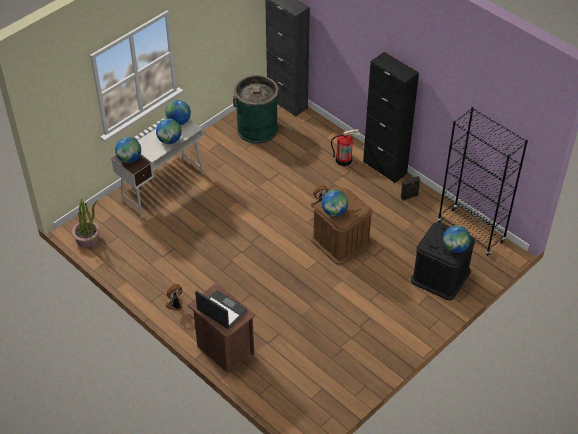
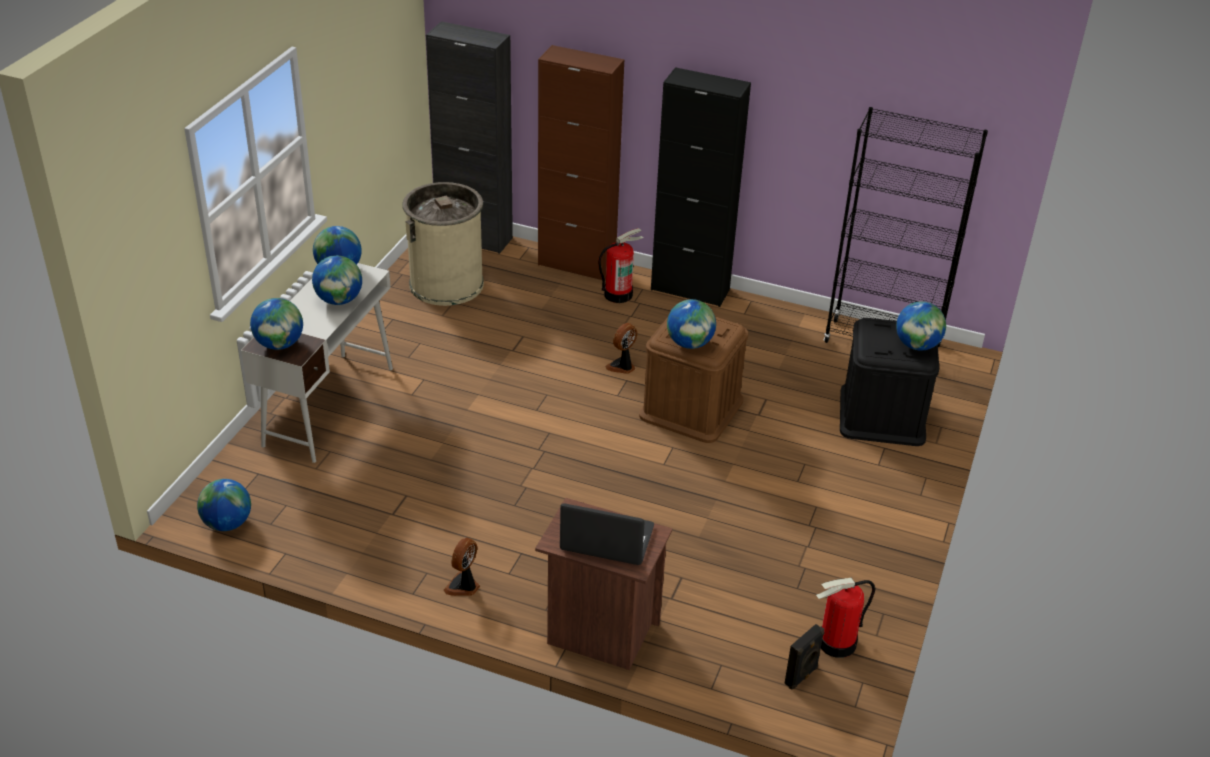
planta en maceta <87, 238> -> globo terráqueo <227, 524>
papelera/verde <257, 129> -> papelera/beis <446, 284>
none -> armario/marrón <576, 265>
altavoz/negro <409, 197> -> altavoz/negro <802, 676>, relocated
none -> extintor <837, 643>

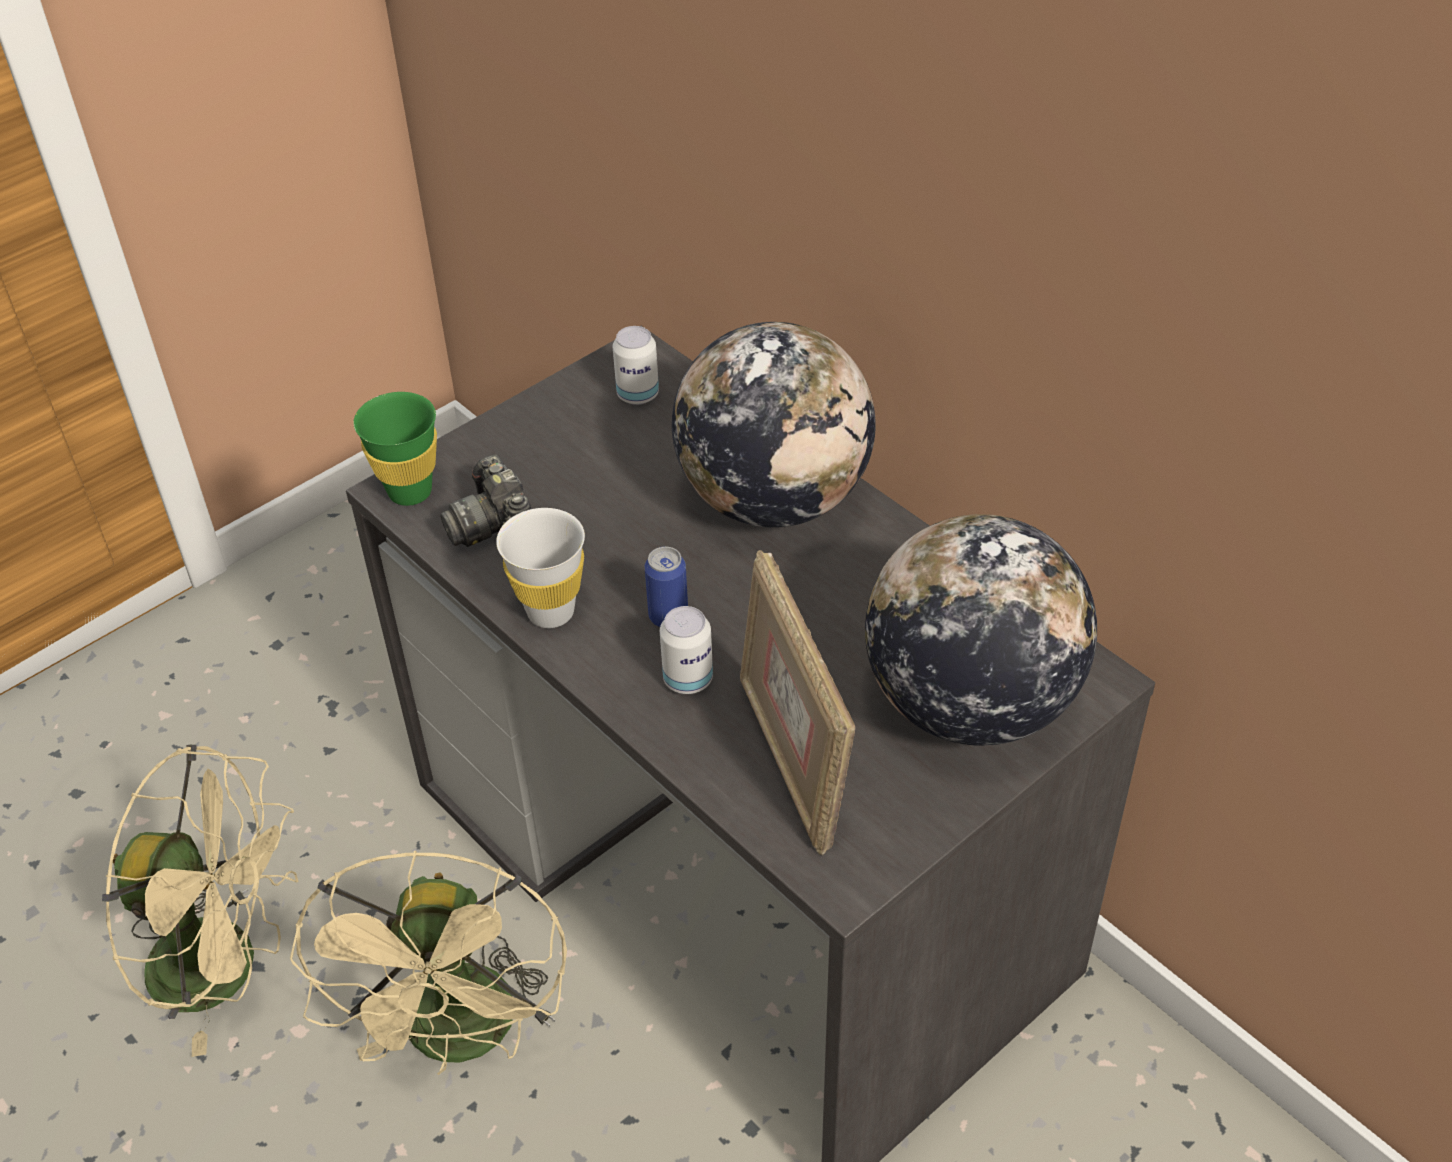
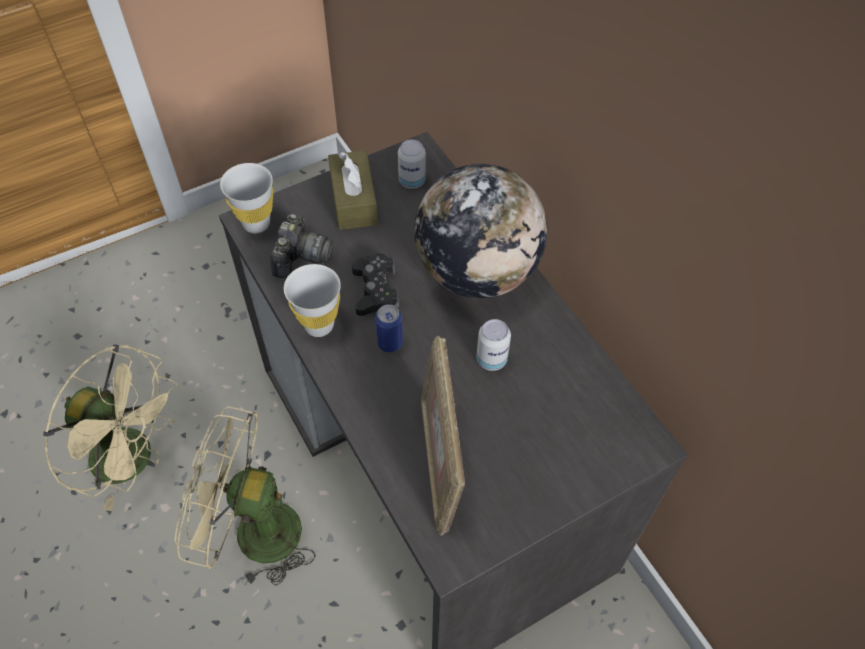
ventilador/beis <463, 1039> -> ventilador/beis <253, 532>, 90 degrees clockwise
taza/verde <410, 491> -> taza/blanco <256, 223>
cámara <494, 525> -> cámara <300, 257>, 150 degrees counterclockwise
none -> caja de pañuelos/marrón <353, 200>
none -> mando de consola/negro <375, 290>
lata <688, 679> -> lata <491, 359>, relocated
globo terráqueo <970, 704> -> none

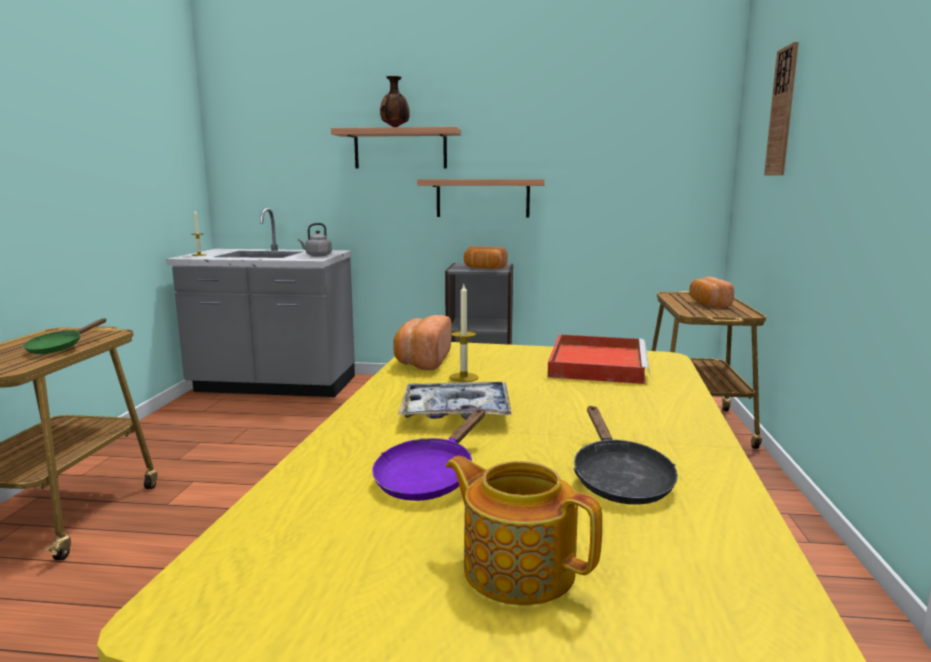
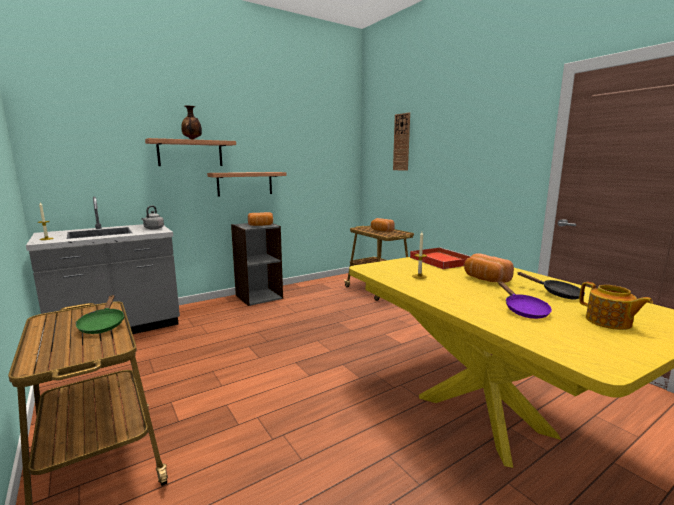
pan <422, 361> -> pan <484, 279>, relocated
tetera <517, 568> -> tetera <609, 322>, 120 degrees counterclockwise
bandeja <456, 412> -> none

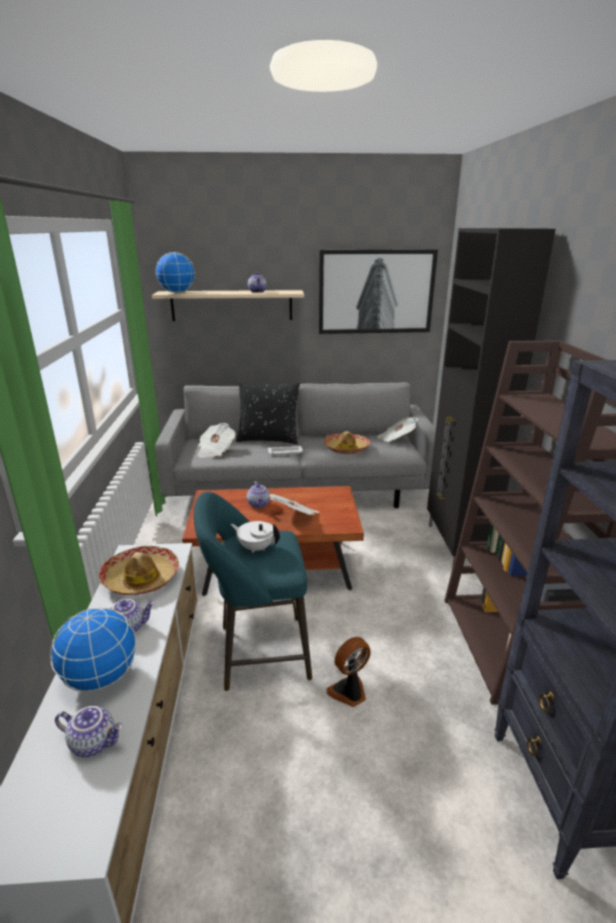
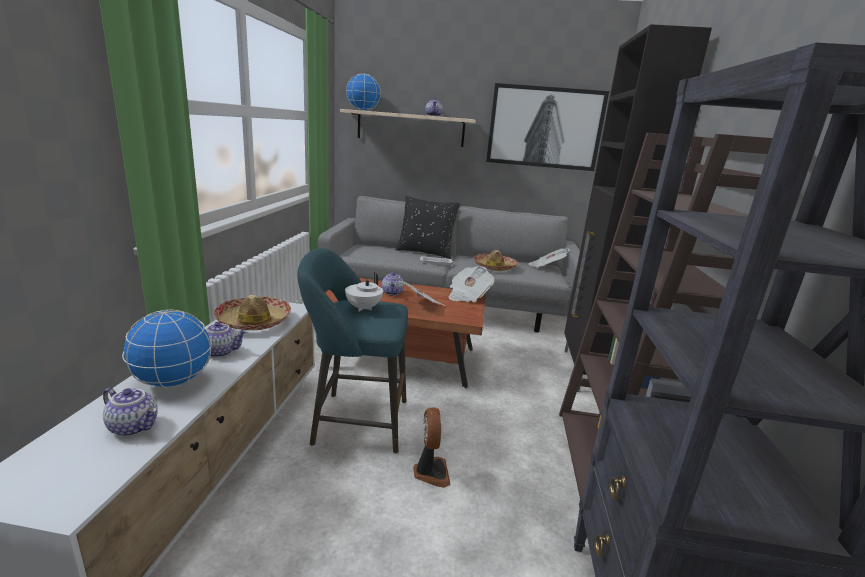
tetera/blanco <256, 547> -> tetera/blanco <363, 308>, 105 degrees counterclockwise
ventilador <349, 692> -> ventilador <430, 472>, 105 degrees clockwise
periódico <215, 450> -> periódico <468, 296>, relocated

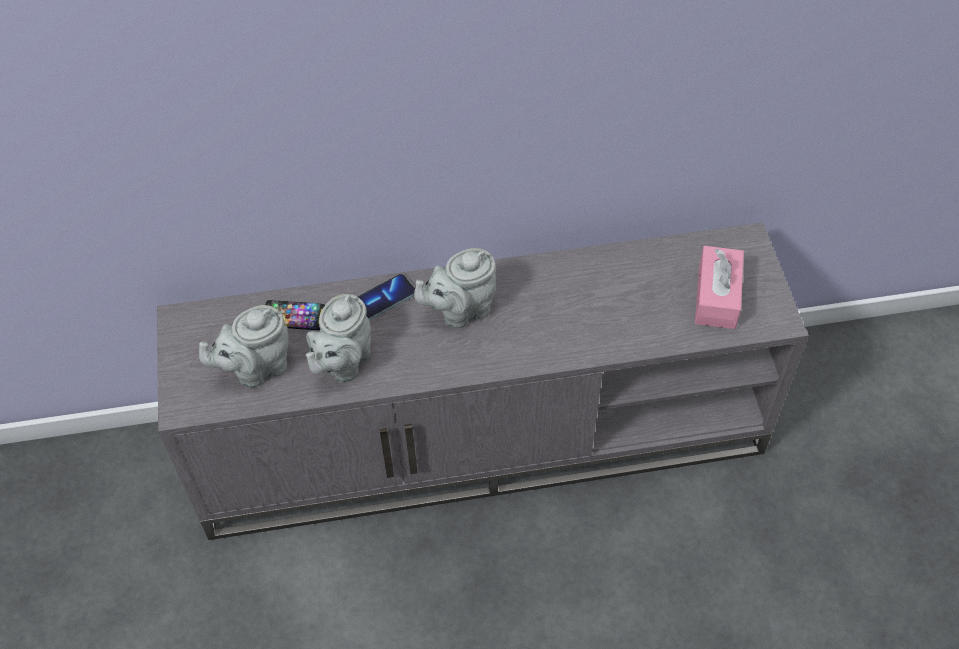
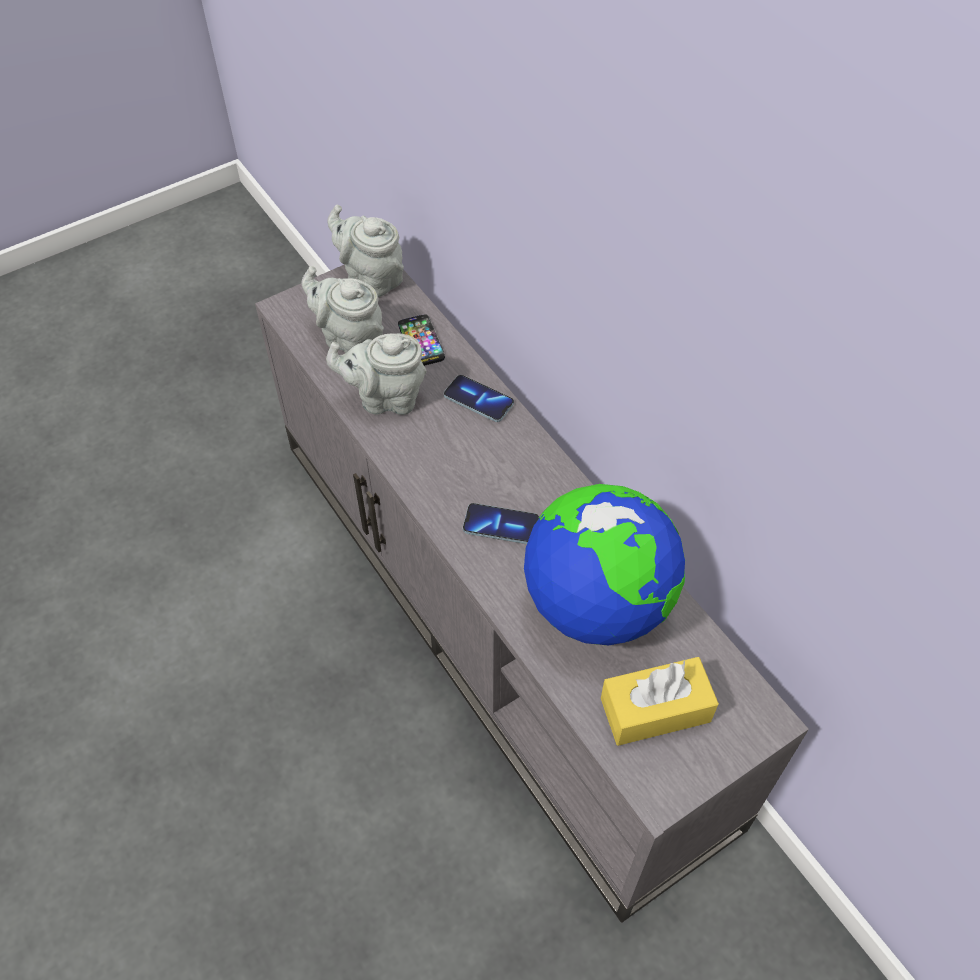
tetera/gris <460, 310> -> tetera/gris <371, 278>, relocated
none -> móvil <501, 525>
none -> globo terráqueo <597, 603>
caja de pañuelos/rosa <716, 296> -> caja de pañuelos/amarillo <655, 710>

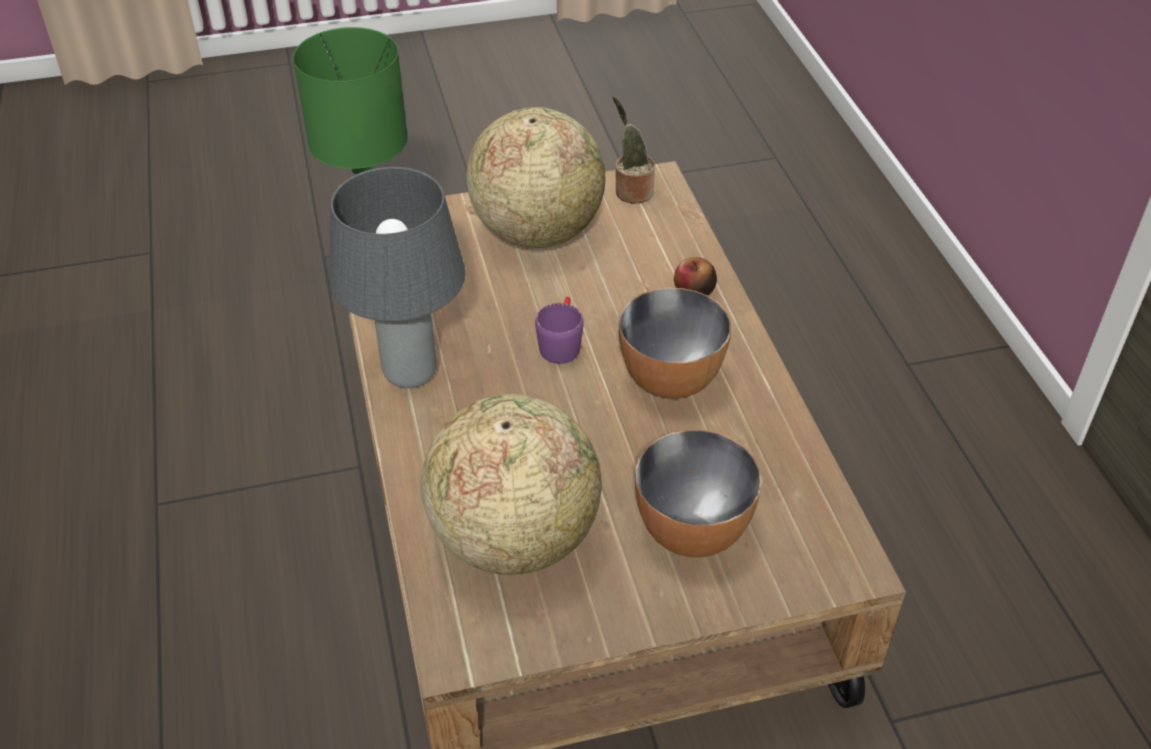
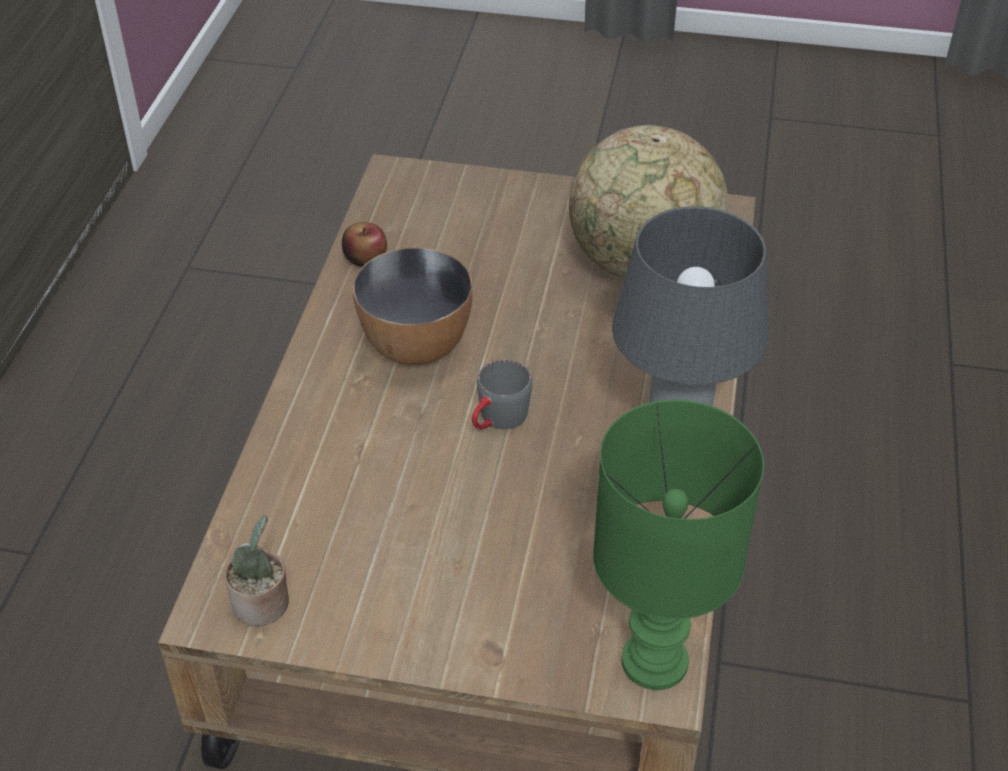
manzana <694, 291> -> manzana <365, 258>, relocated
taza grande/morado <561, 342> -> taza grande/gris <497, 420>
globo terráqueo <537, 232> -> none
cuenco <692, 532> -> none

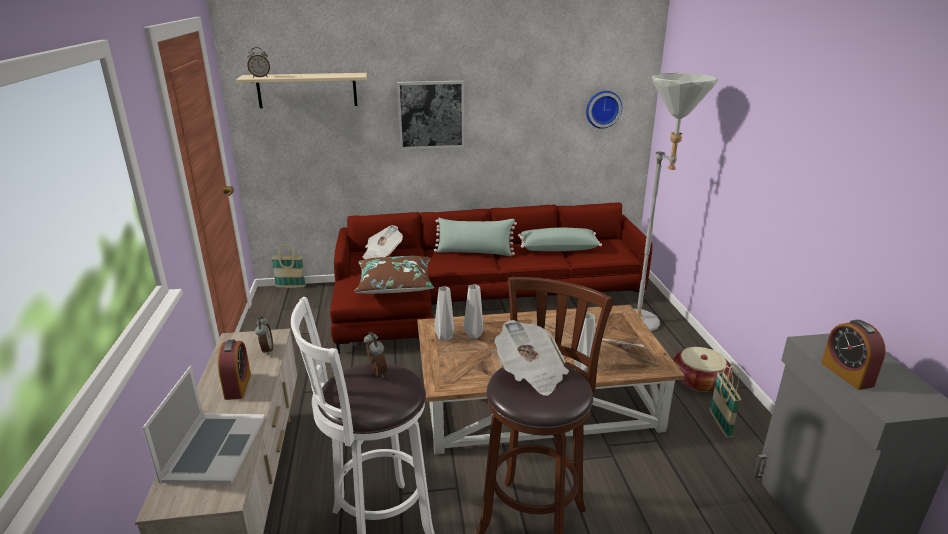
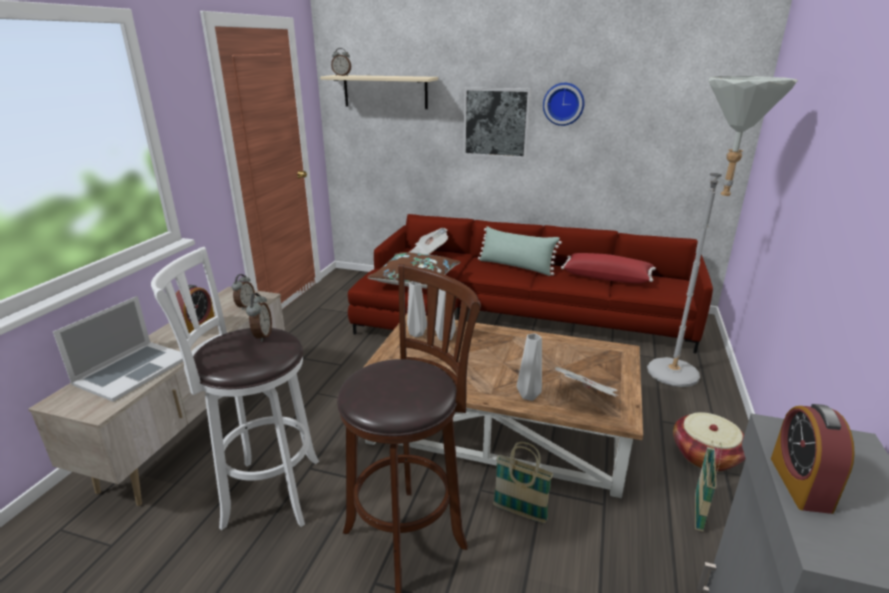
cesta <290, 286> -> cesta <520, 512>, relocated
reloj de pared <602, 109> -> reloj de pared <563, 104>, relocated
cojín/verde <558, 248> -> cojín/rojo <606, 277>
periódico <531, 373> -> none

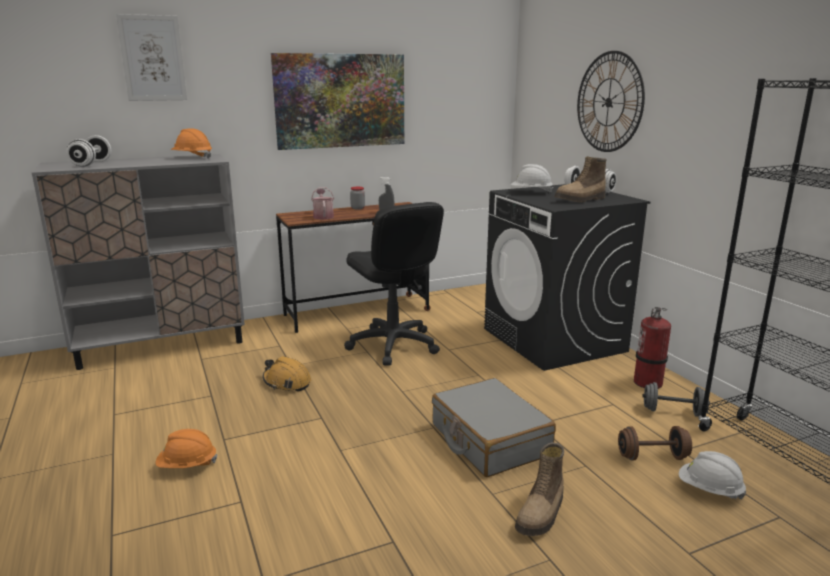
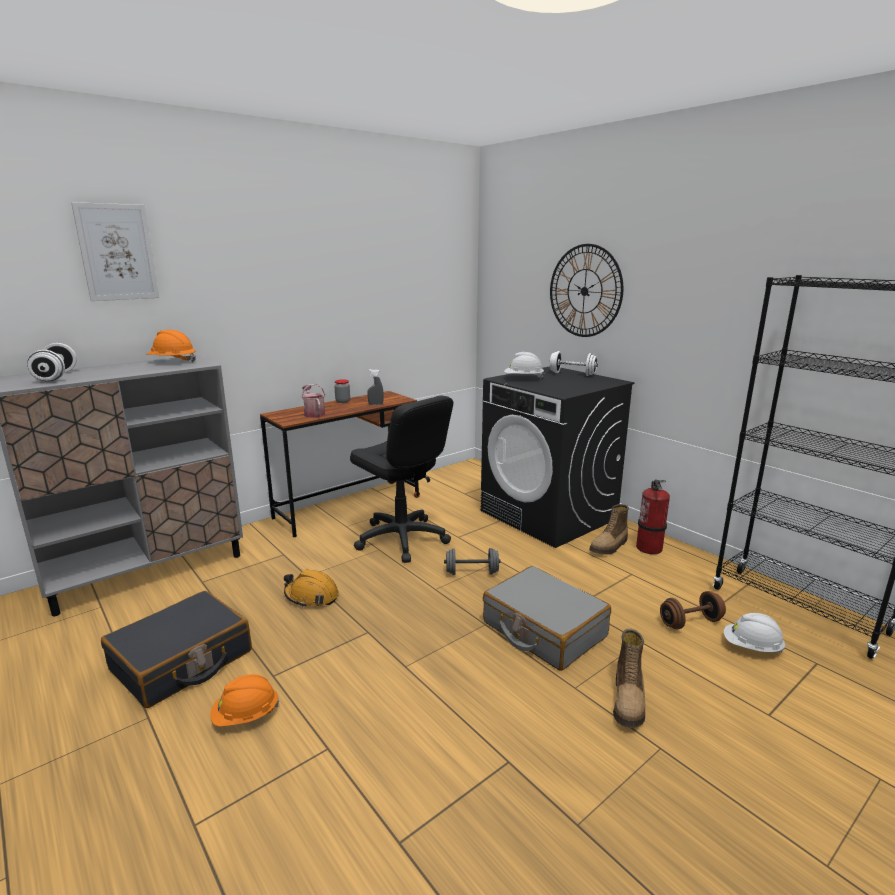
none -> maleta/negro <182, 661>
mancuerna/gris <673, 412> -> mancuerna/gris <472, 572>, relocated
bota <580, 200> -> bota <609, 546>, relocated
cuadro <340, 101> -> none

